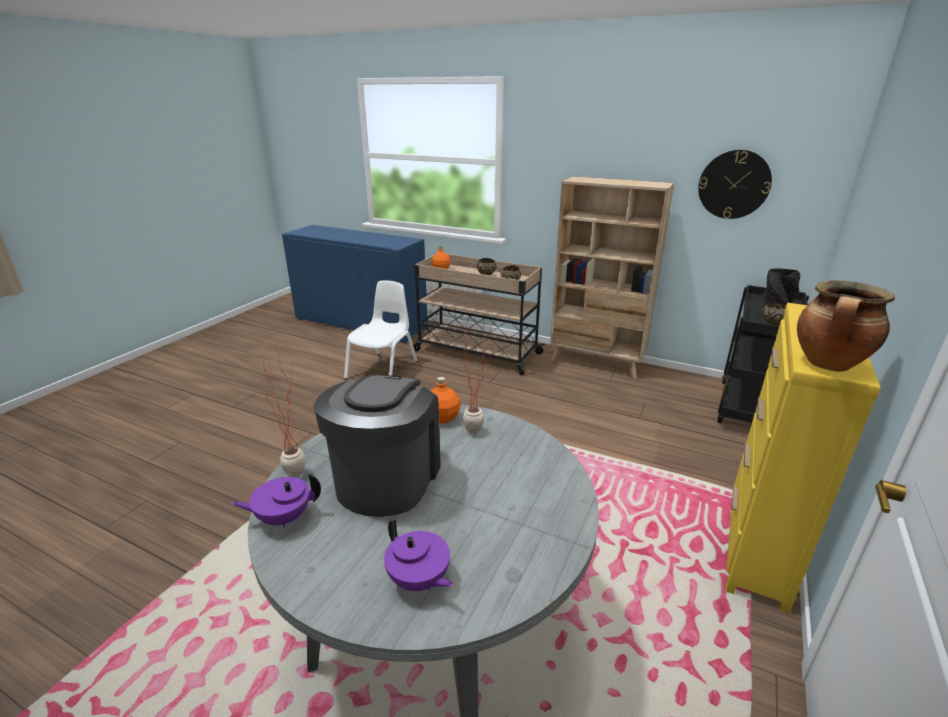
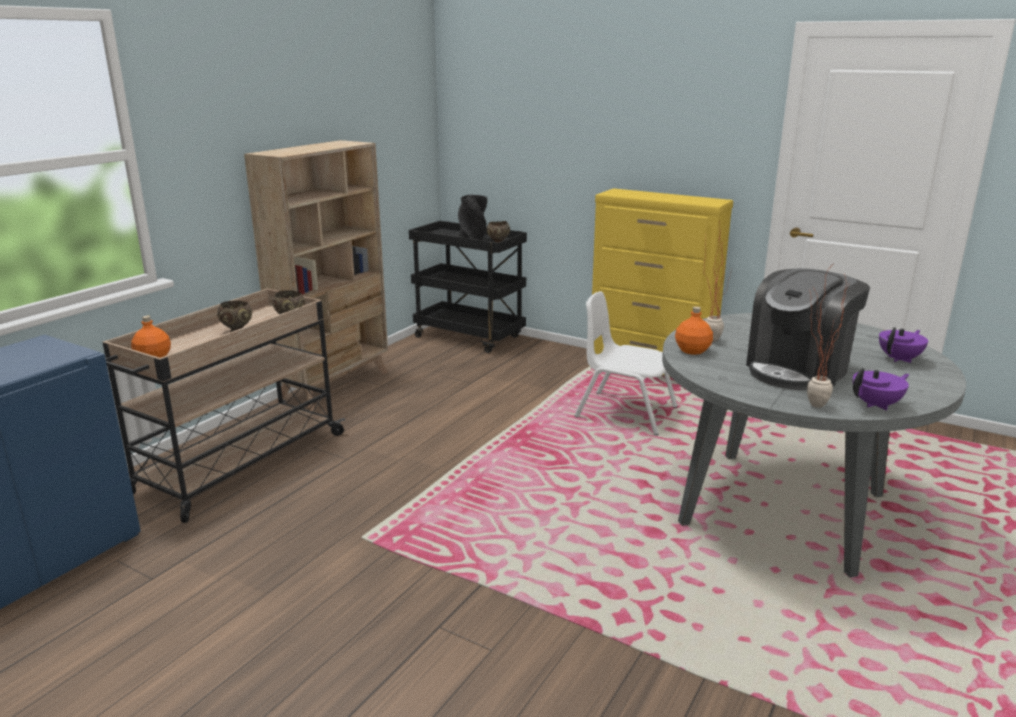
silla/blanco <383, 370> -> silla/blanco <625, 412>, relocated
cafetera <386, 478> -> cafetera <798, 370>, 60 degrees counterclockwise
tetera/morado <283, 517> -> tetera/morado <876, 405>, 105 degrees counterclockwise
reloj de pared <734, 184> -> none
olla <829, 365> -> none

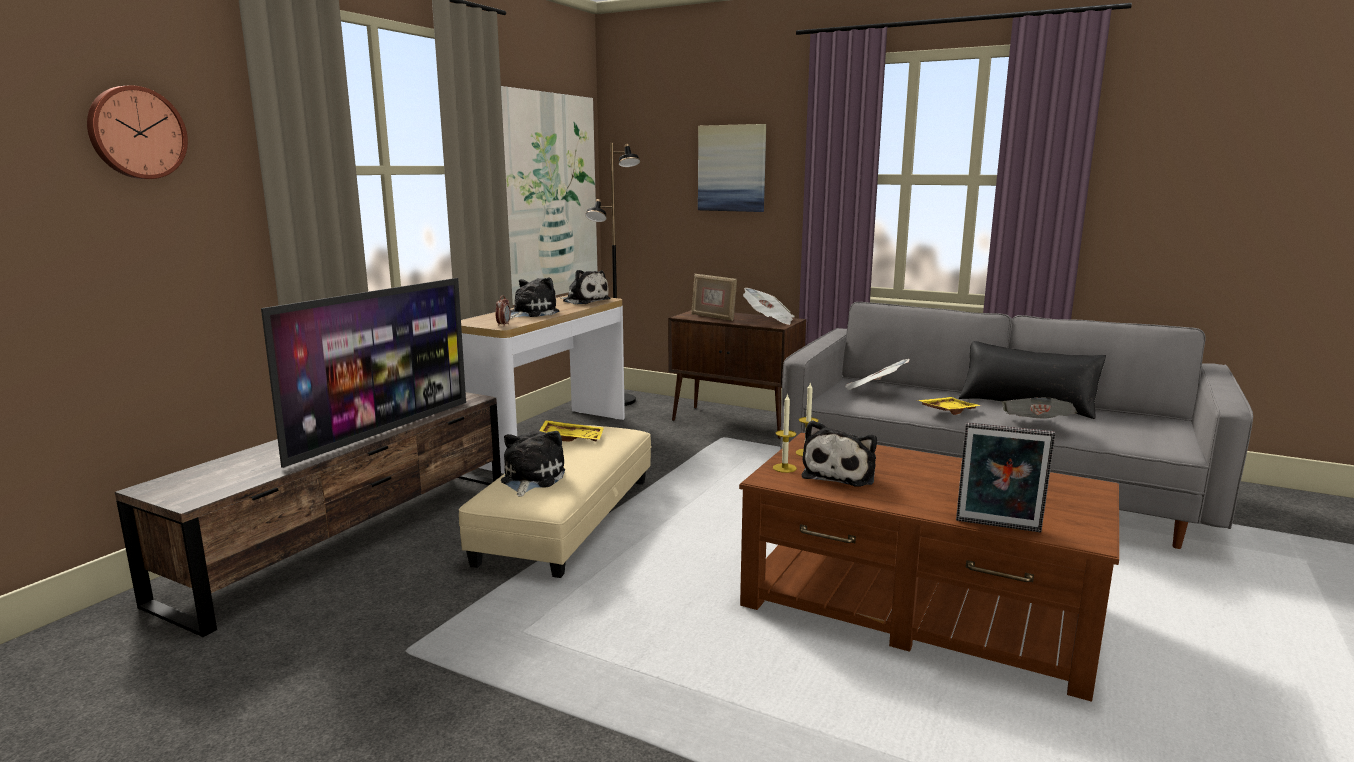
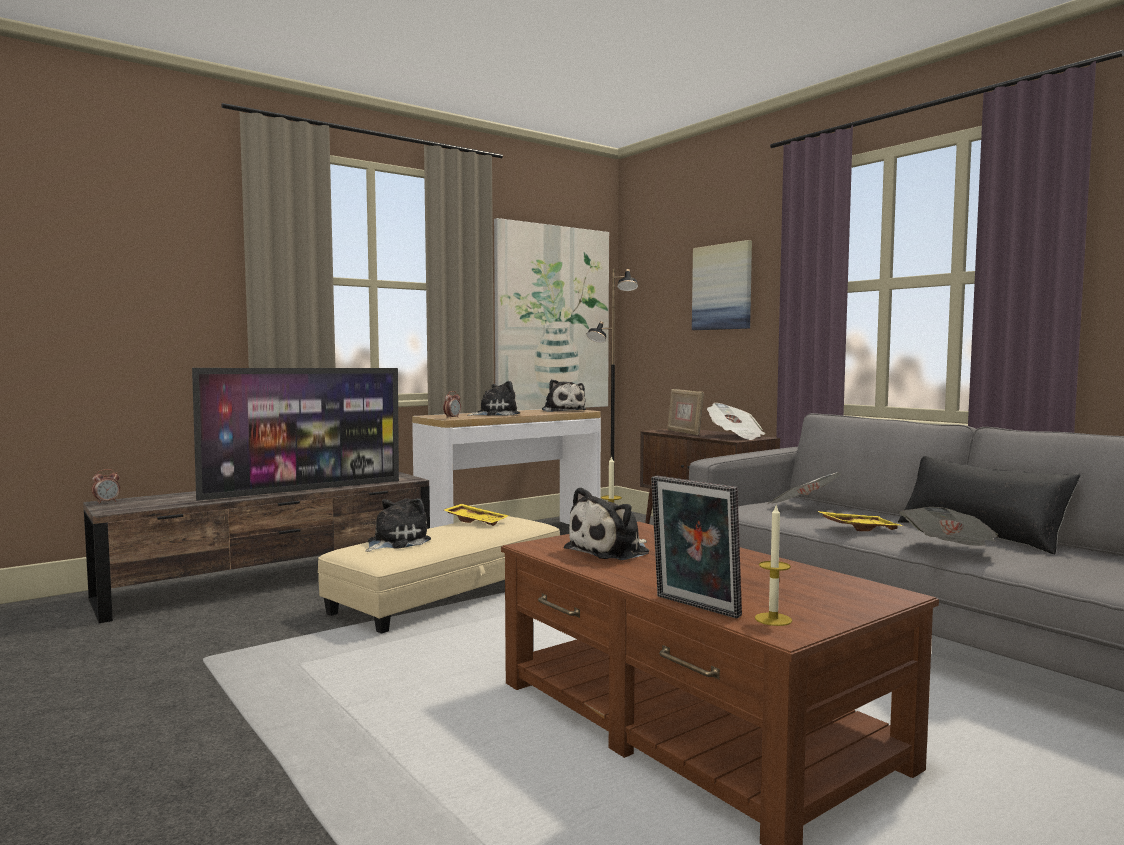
none -> despertador <107, 502>
vela <784, 468> -> vela <773, 619>, relocated
reloj de pared <136, 133> -> none

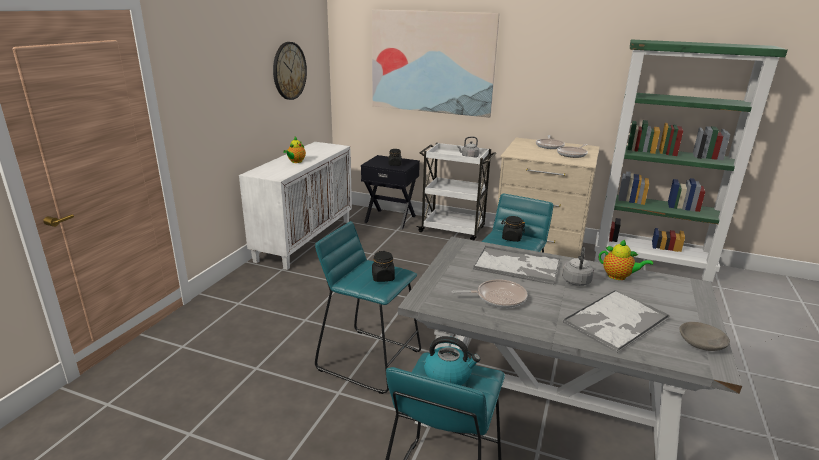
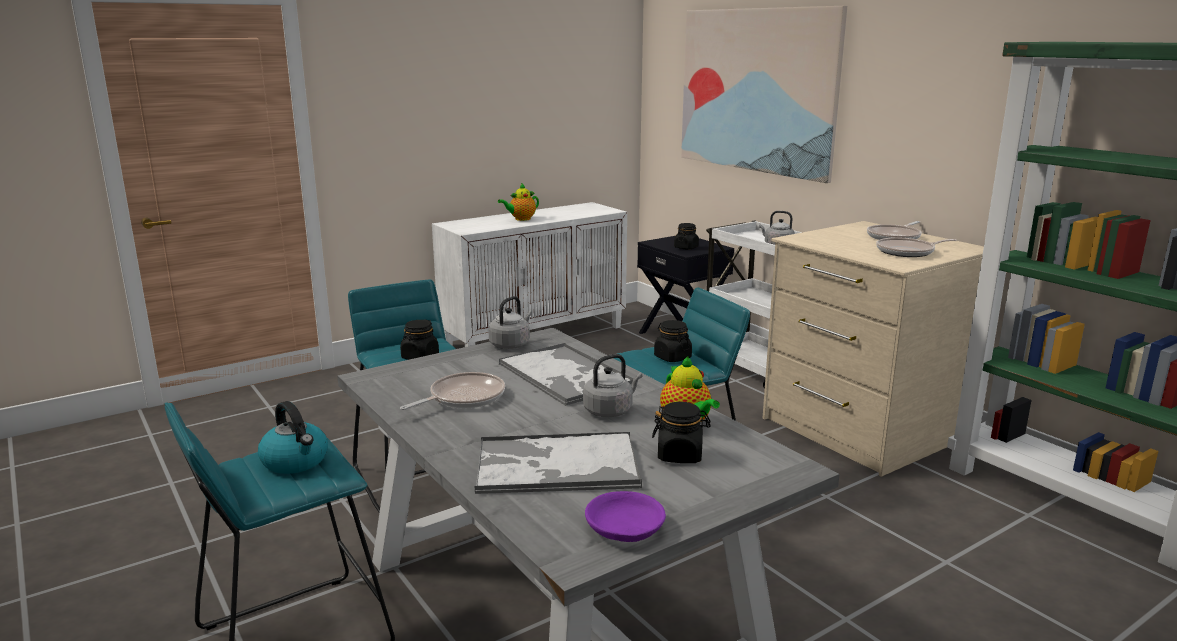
sartén <498, 297> -> sartén <463, 398>, 75 degrees counterclockwise
none -> hervidor/gris <511, 344>
cuenco/gris <702, 343> -> cuenco/morado <624, 529>
none -> tarro/negro <680, 455>
reloj de pared <289, 71> -> none

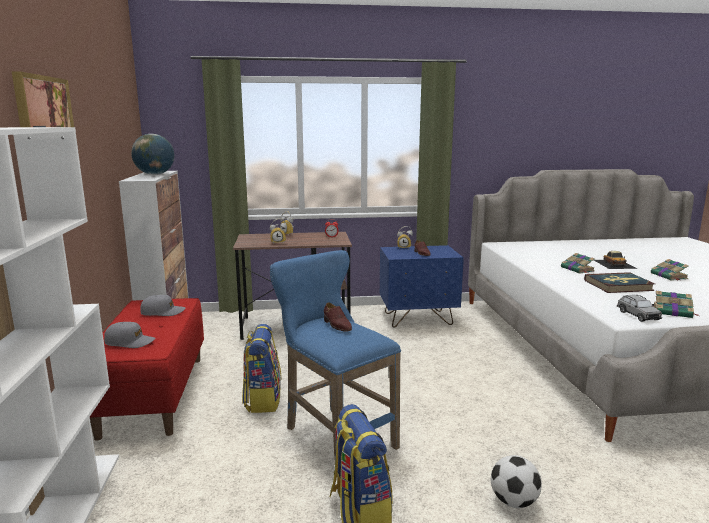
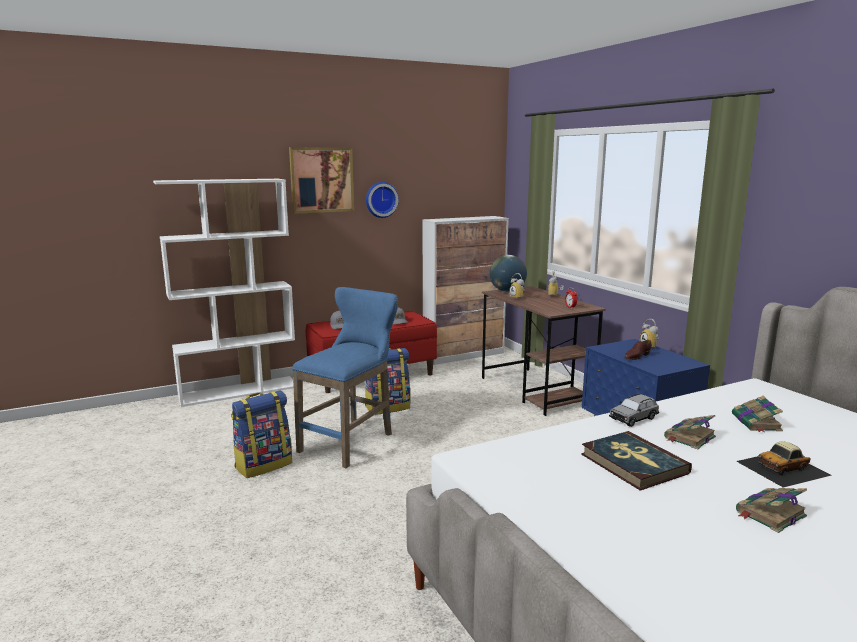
none -> reloj de pared <381, 199>
globo terráqueo <155, 174> -> globo terráqueo <507, 291>, relocated
coche de juguete/gris <638, 315> -> coche de juguete/gris <633, 418>, relocated
libro <673, 312> -> libro <756, 423>, relocated
zapato/marrón <337, 325> -> none
balón de fútbol <513, 501> -> none

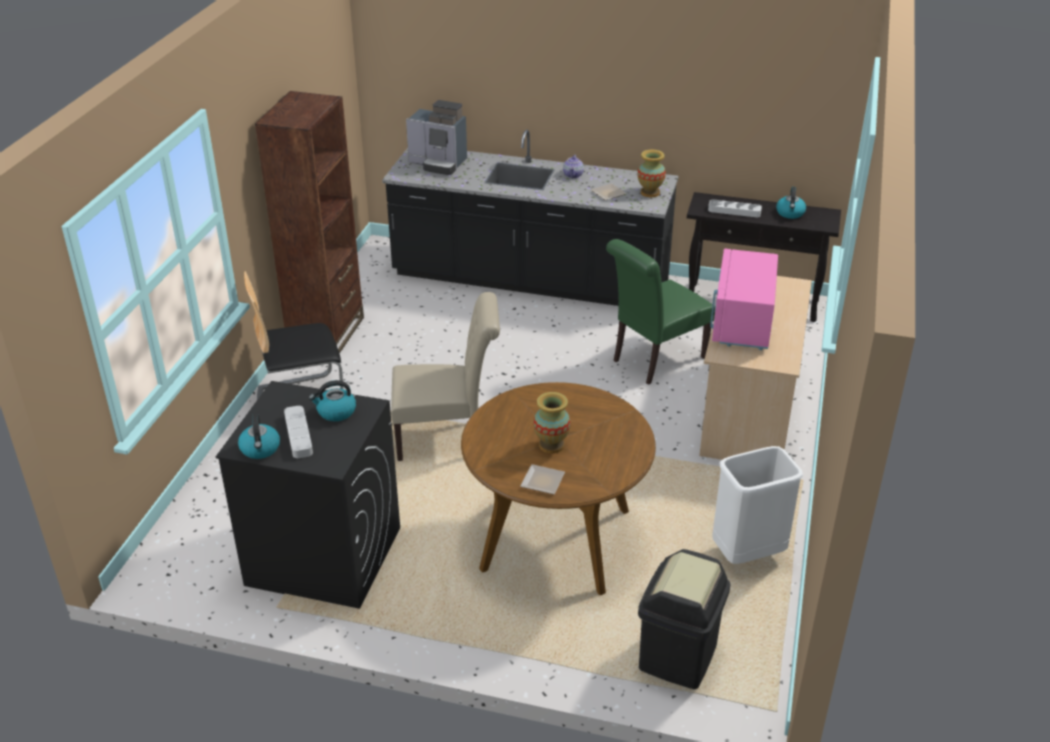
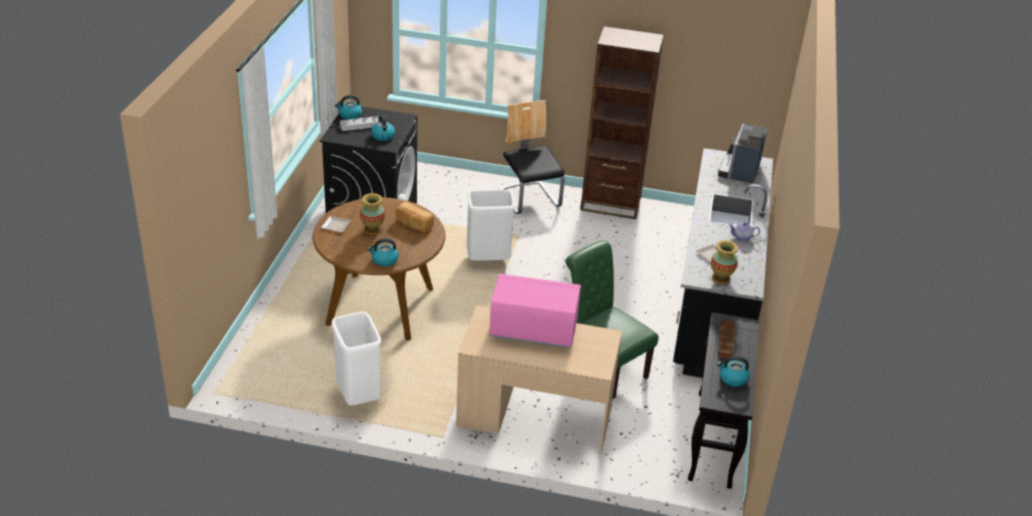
none -> hervidor <384, 260>
none -> pan <414, 224>
silla/beis <447, 439> -> papelera/blanco <488, 260>
bandeja/gris <734, 211> -> bandeja/marrón <726, 341>
papelera/negro <678, 657> -> none

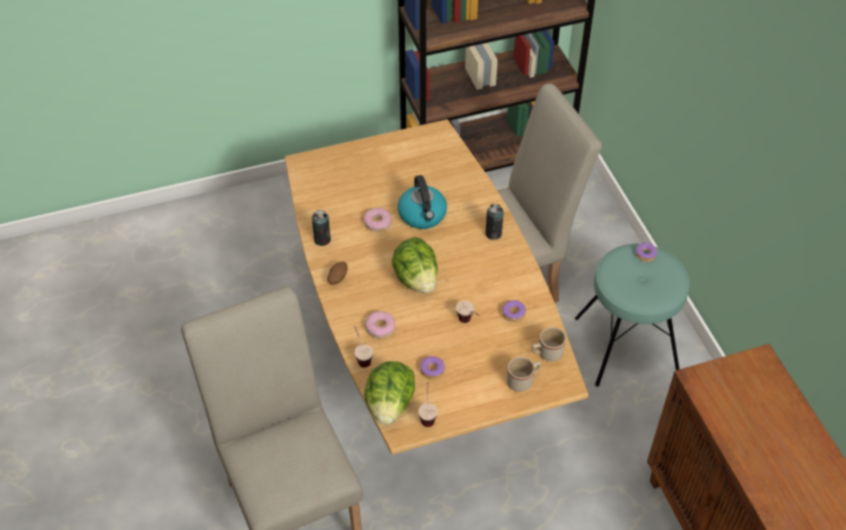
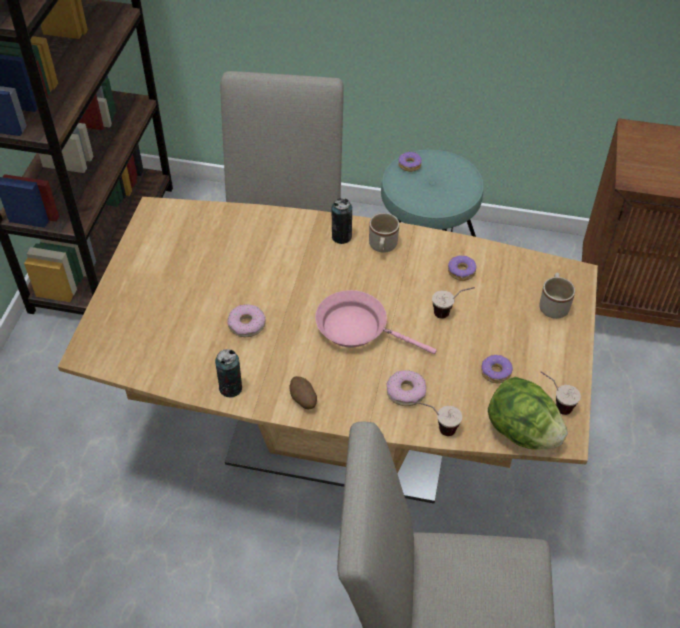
lechuga <416, 279> -> sartén/rosa <357, 328>
taza grande/beis <546, 353> -> taza grande/beis <382, 247>, relocated
hervidor <423, 215> -> none

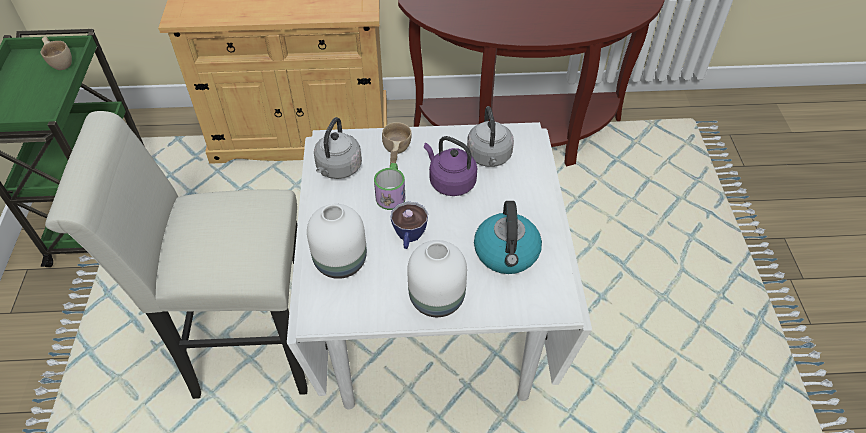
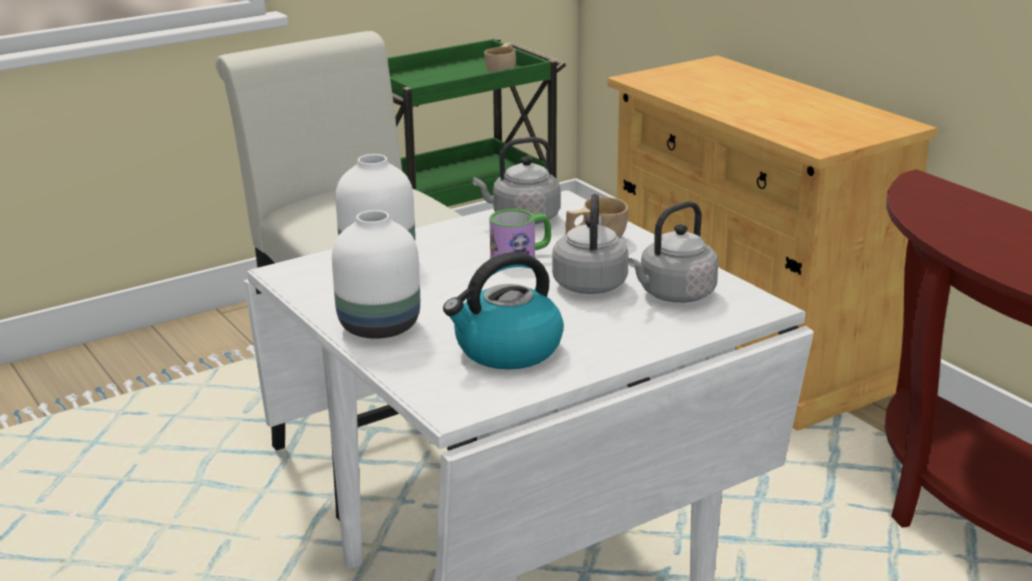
hervidor/morado <450, 182> -> hervidor/gris <590, 283>
taza <409, 238> -> none

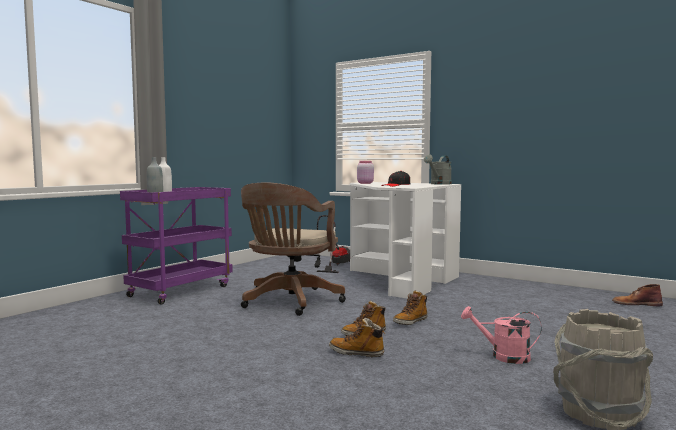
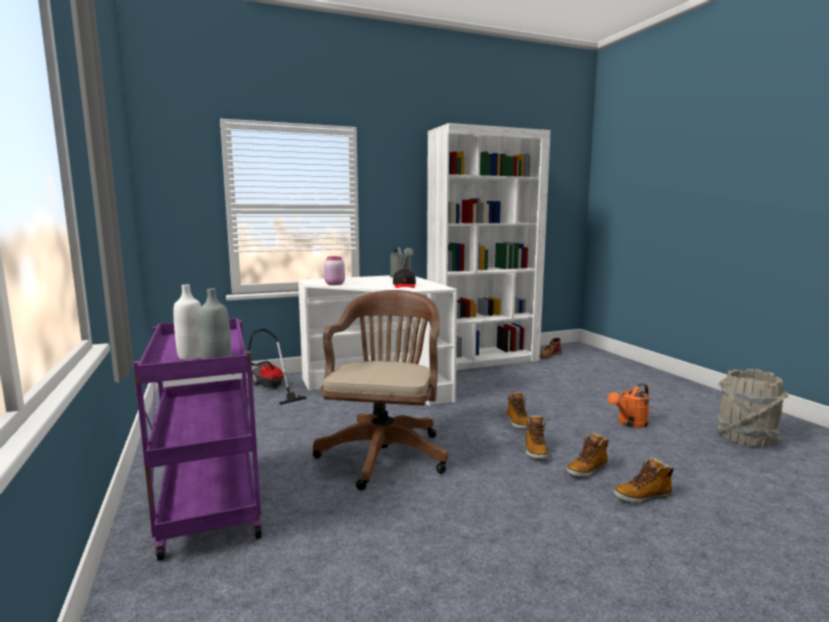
silla de oficina/marrón <289, 302> -> silla de oficina/marrón <385, 452>, 135 degrees counterclockwise
none -> estantería/blanco <483, 360>
regadera/rosa <503, 356> -> regadera/naranja <629, 424>
none -> bota <642, 497>

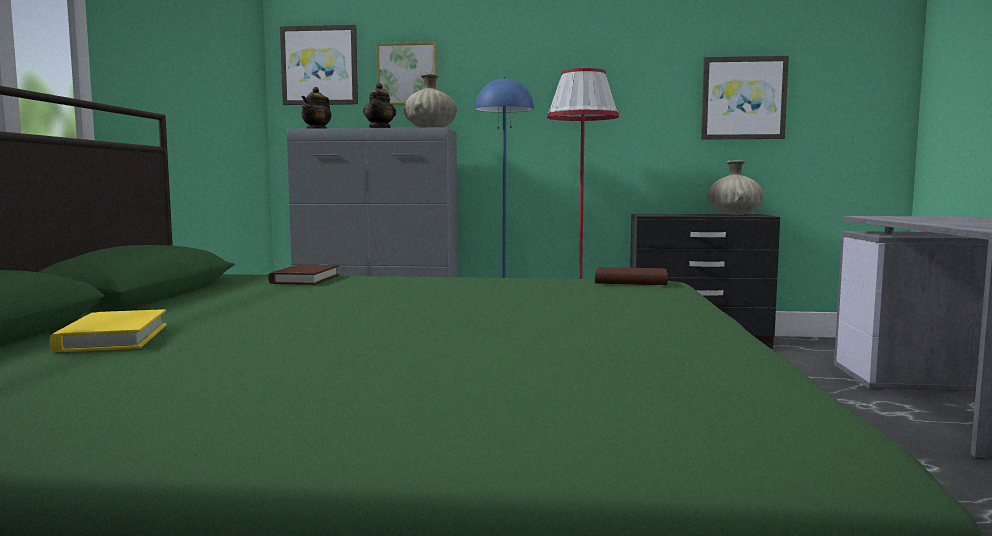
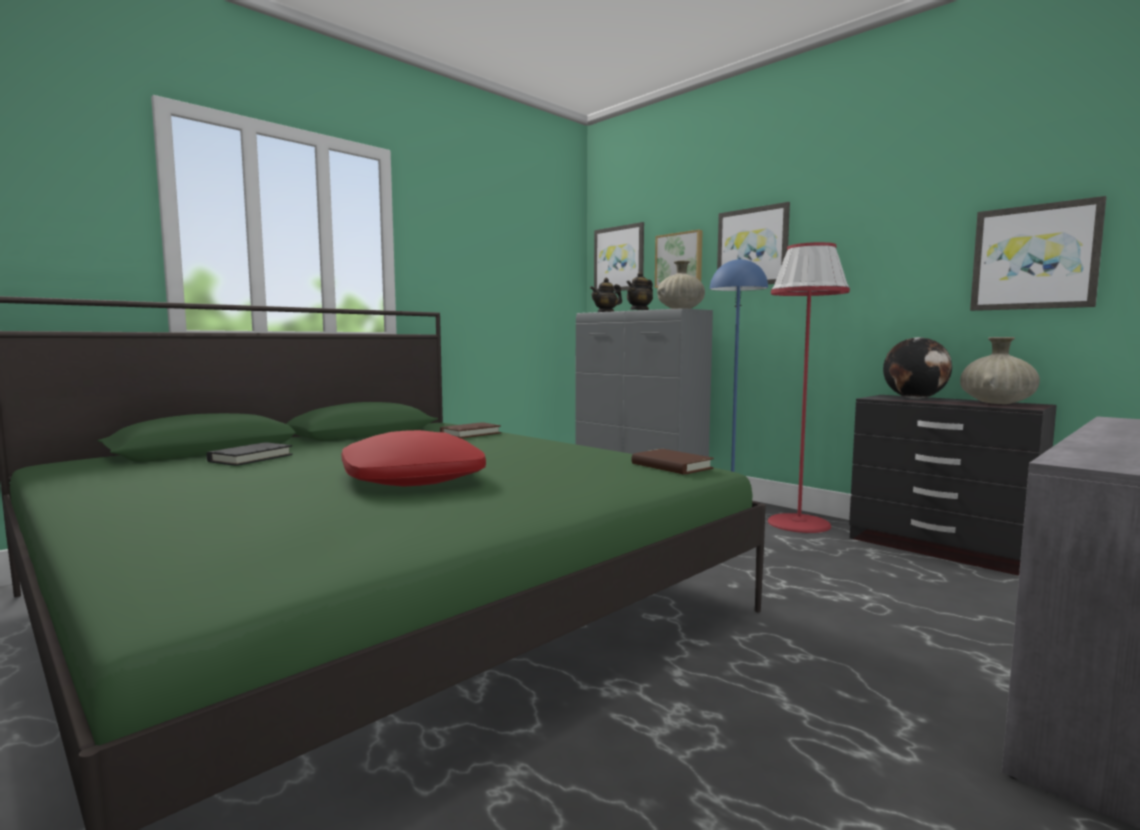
libro/amarillo <113, 338> -> libro/negro <251, 458>
none -> cojín/rojo <412, 478>
none -> cuadro <752, 247>
none -> globo terráqueo <915, 398>

